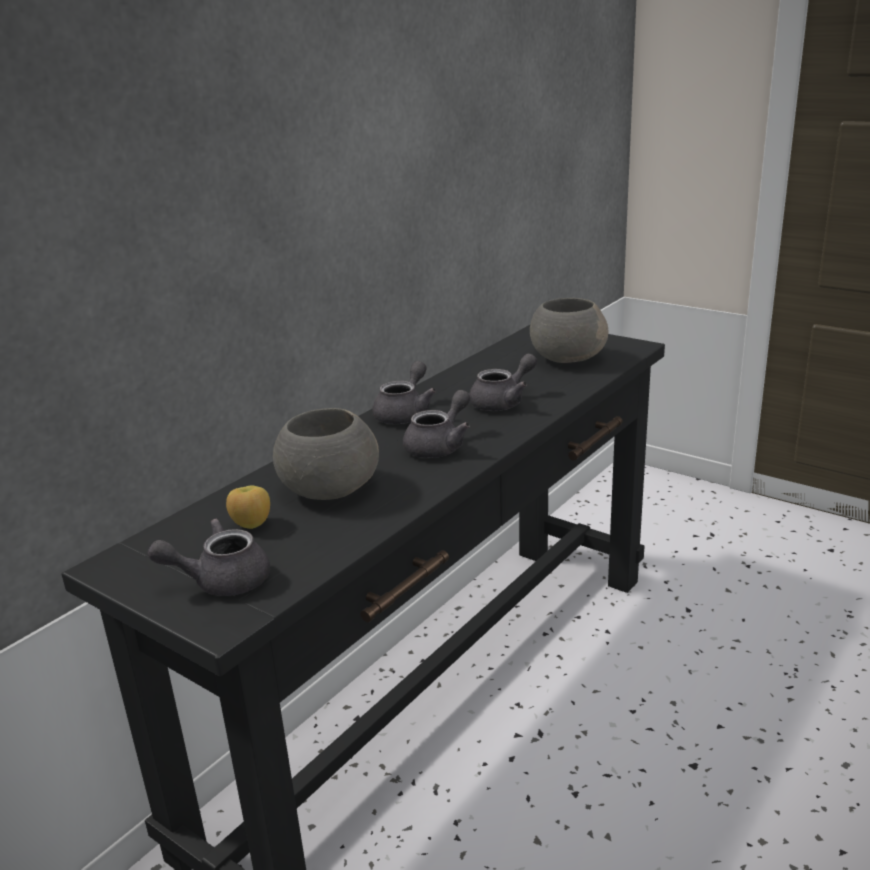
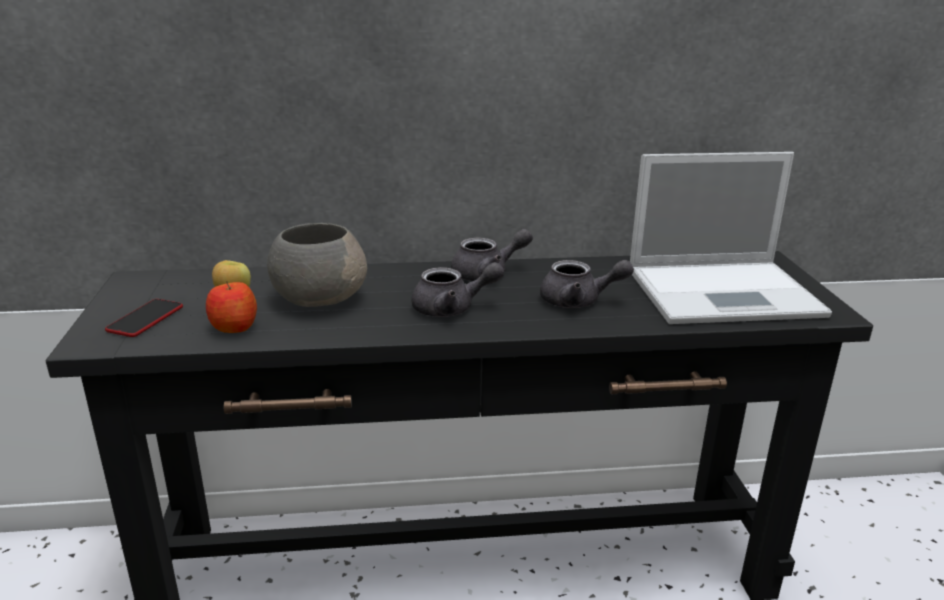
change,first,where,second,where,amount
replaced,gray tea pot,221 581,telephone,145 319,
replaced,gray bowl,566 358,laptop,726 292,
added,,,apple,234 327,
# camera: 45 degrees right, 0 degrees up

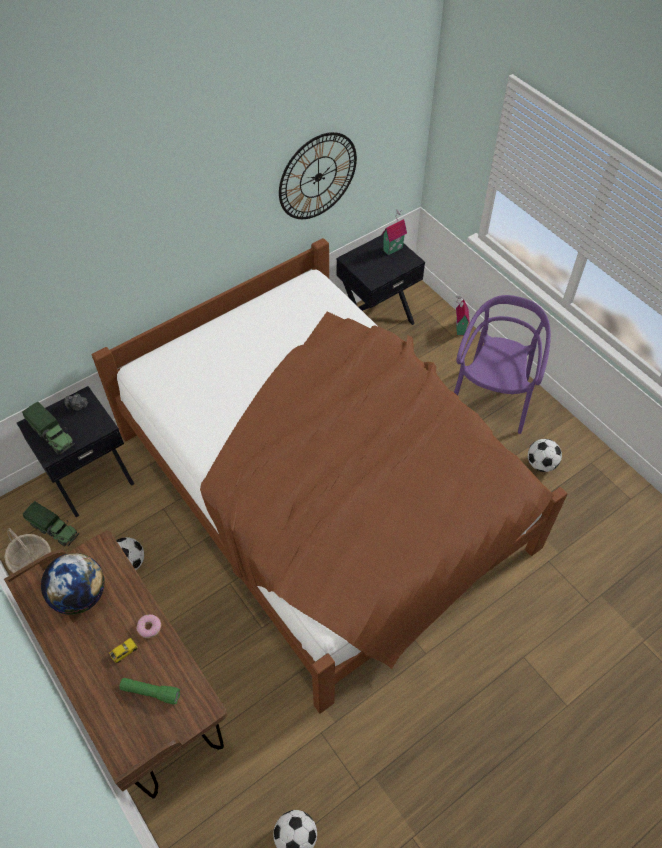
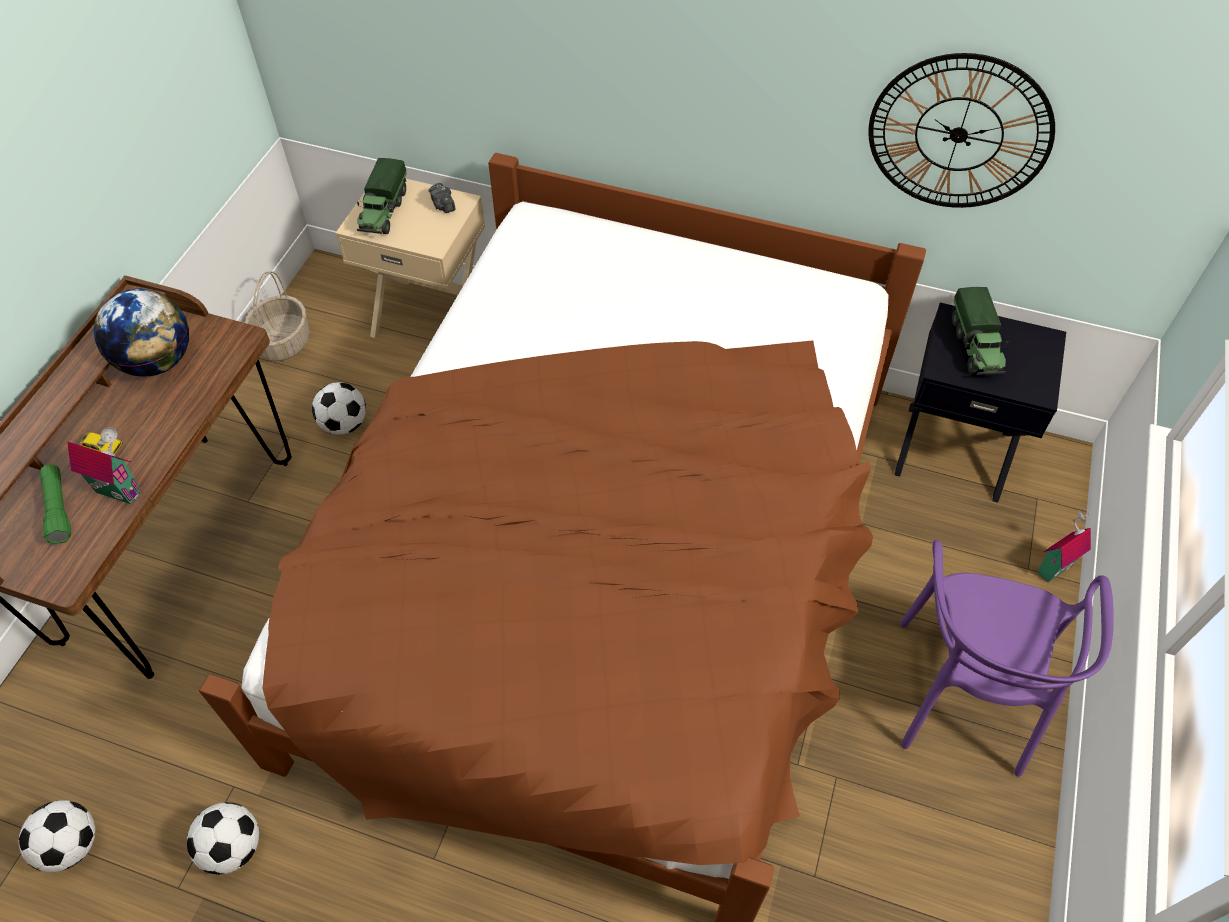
change,first,where,second,where,amount
recoloured,black bedside table,91 478,beige-coloured bedside table,431 316,
moved,model truck,55 530,,975 346,
removed,ring doughnut,149 627,,,
moved,model house,392 248,,121 489,
turned,purplish upright chair,492 398,,965 694,120 degrees clockwise
moved,football,541 464,,233 847,
# camera: 55 degrees right, 0 degrees up

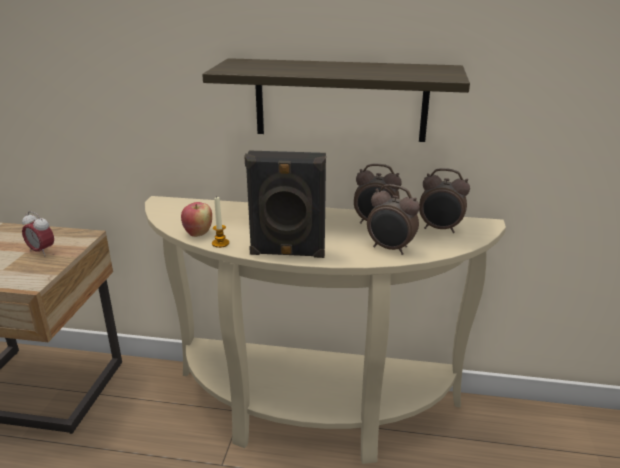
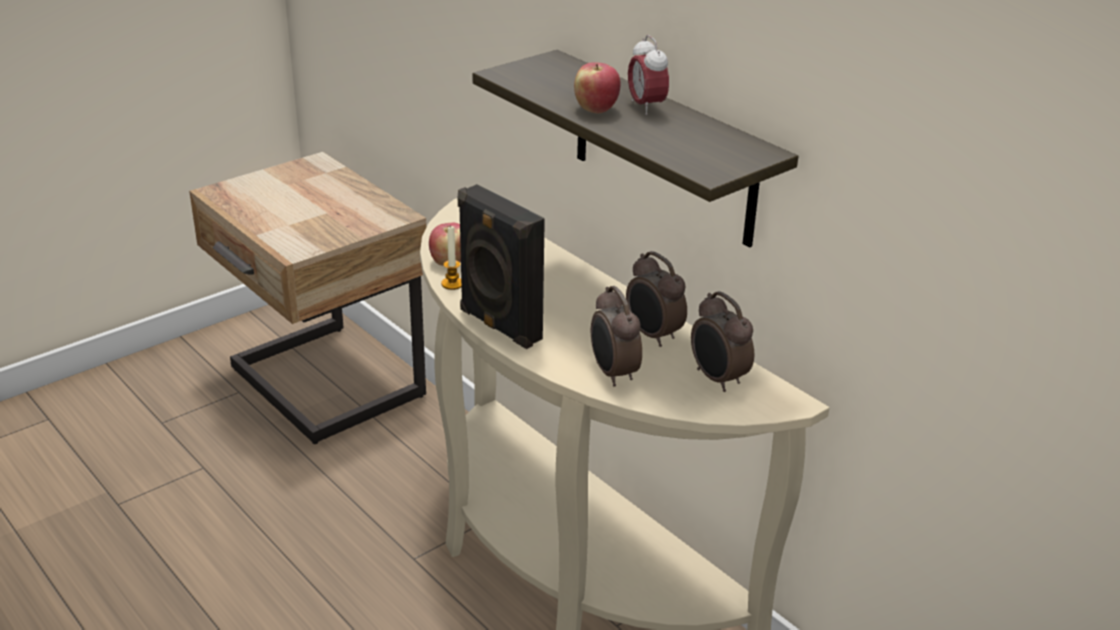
change,first,where,second,where,amount
moved,bedside clock,41 251,,646 107,
added,,,apple,596 109,
# camera: 40 degrees right, 5 degrees up

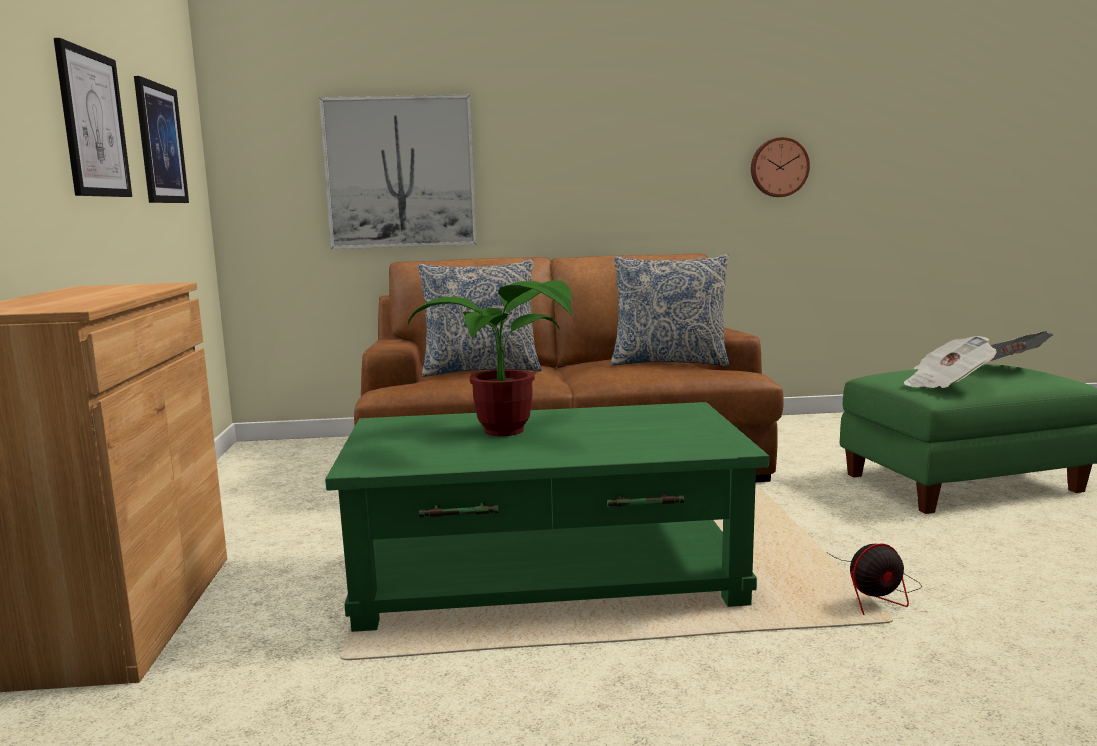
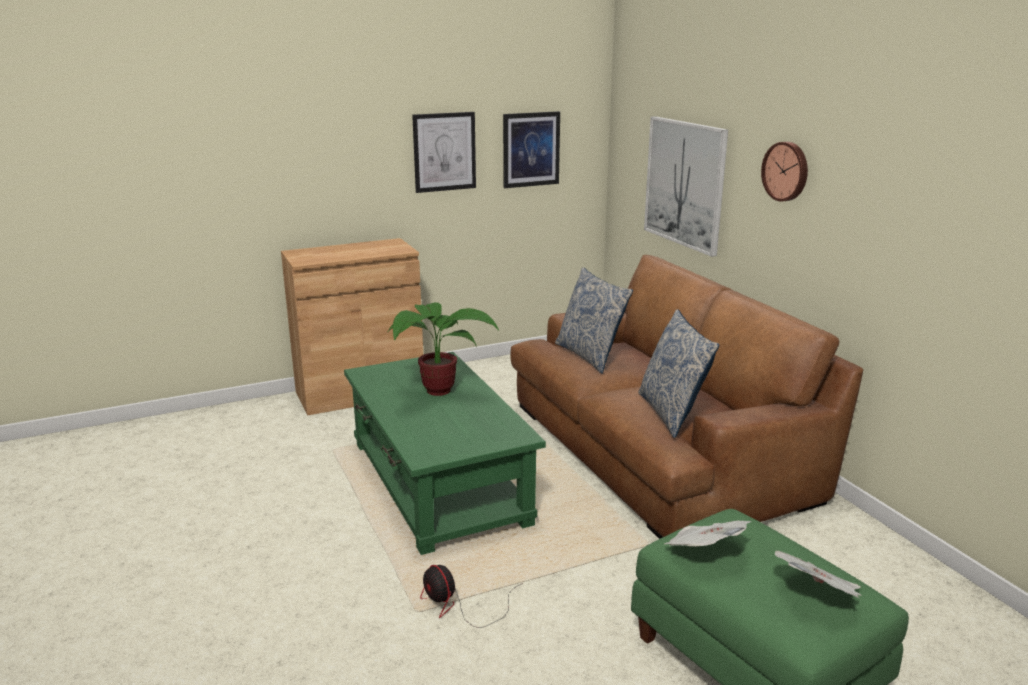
change,first,where,second,where,amount
moved,wall clock,778 167,,786 171,
# camera: 70 degrees right, 10 degrees up

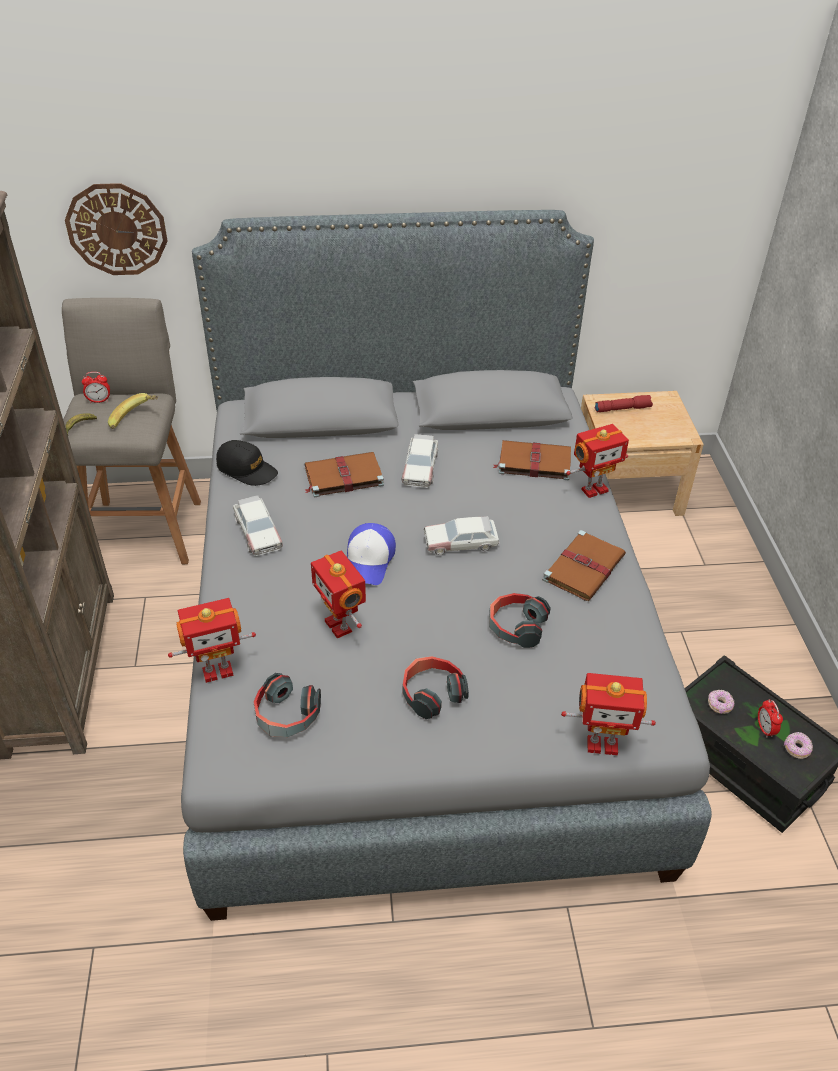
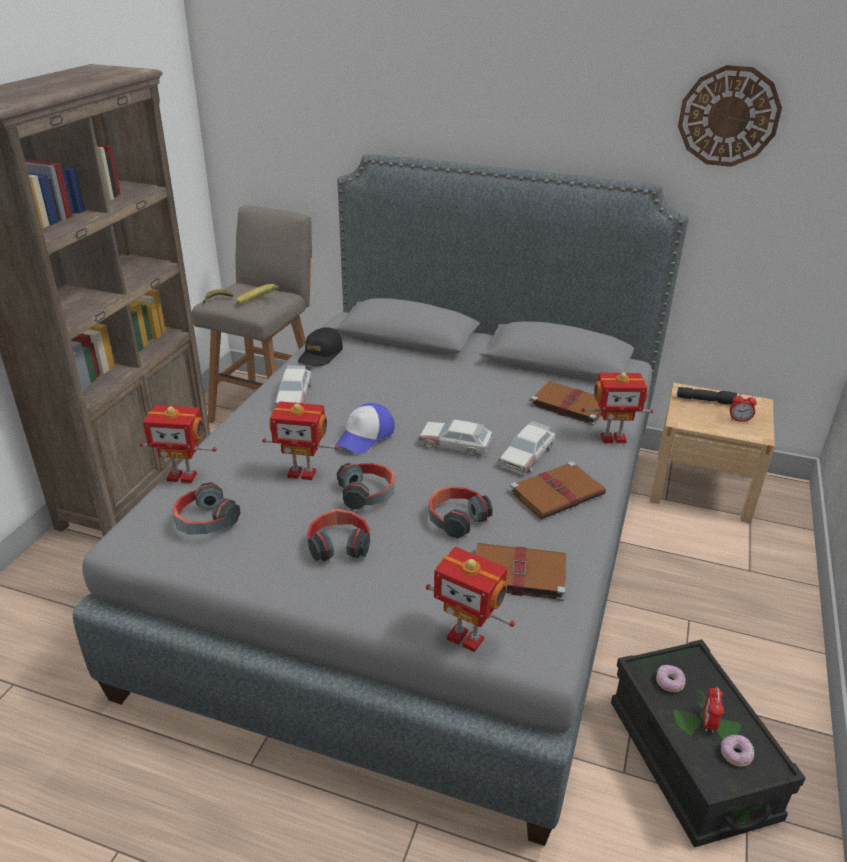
change,first,where,second,where,amount
moved,wall clock,117 229,,728 116,
moved,bedside clock,99 401,,739 420,
turned,black peaked cap,247 469,,320 355,60 degrees clockwise
moved,brown book,342 477,,516 574,
turned,robot figure,340 625,,302 473,75 degrees counterclockwise
moved,model car,420 467,,526 455,
recoloured,red hand torch,622 408,black hand torch,706 400,
added,,,headphones,368 493,
# camera: 25 degrees right, 10 degrees down

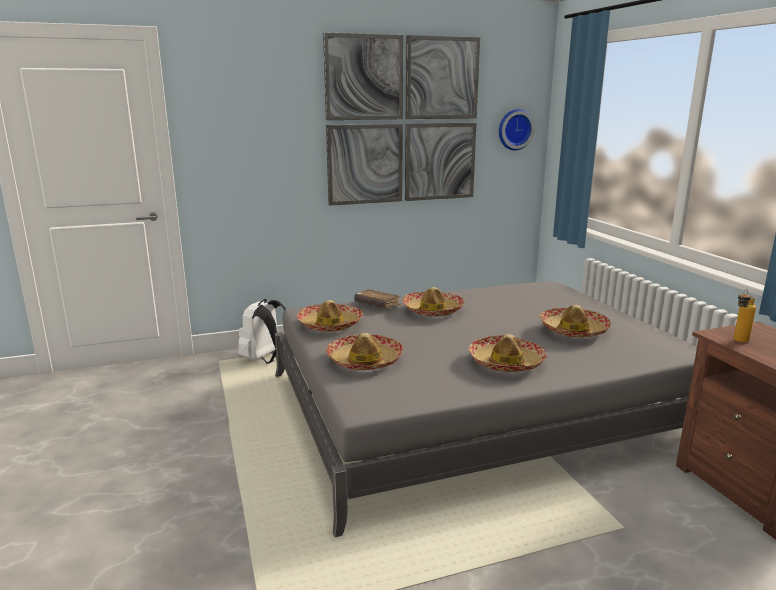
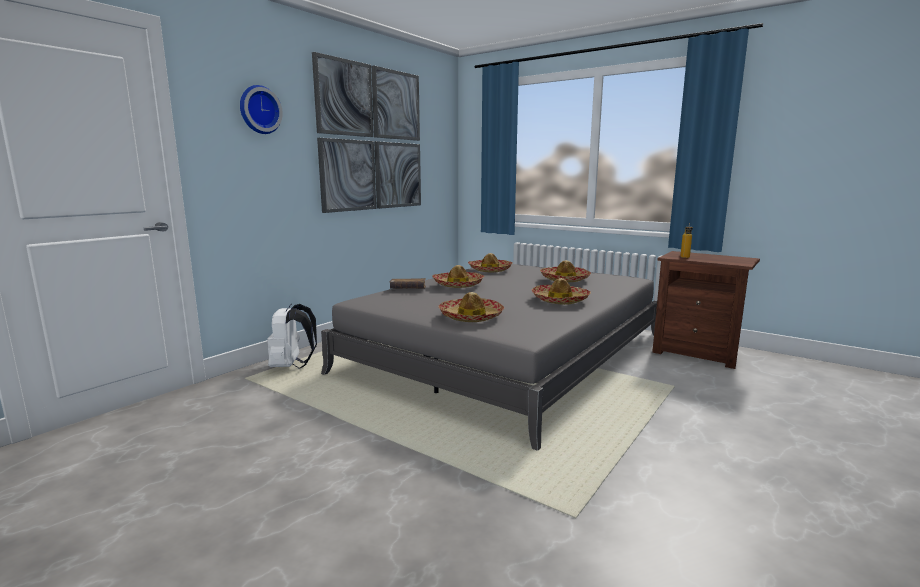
change,first,where,second,where,amount
moved,clothing hat,330 325,,490 270,
moved,wall clock,514 129,,259 110,
# camera: 35 degrees left, 5 degrees down

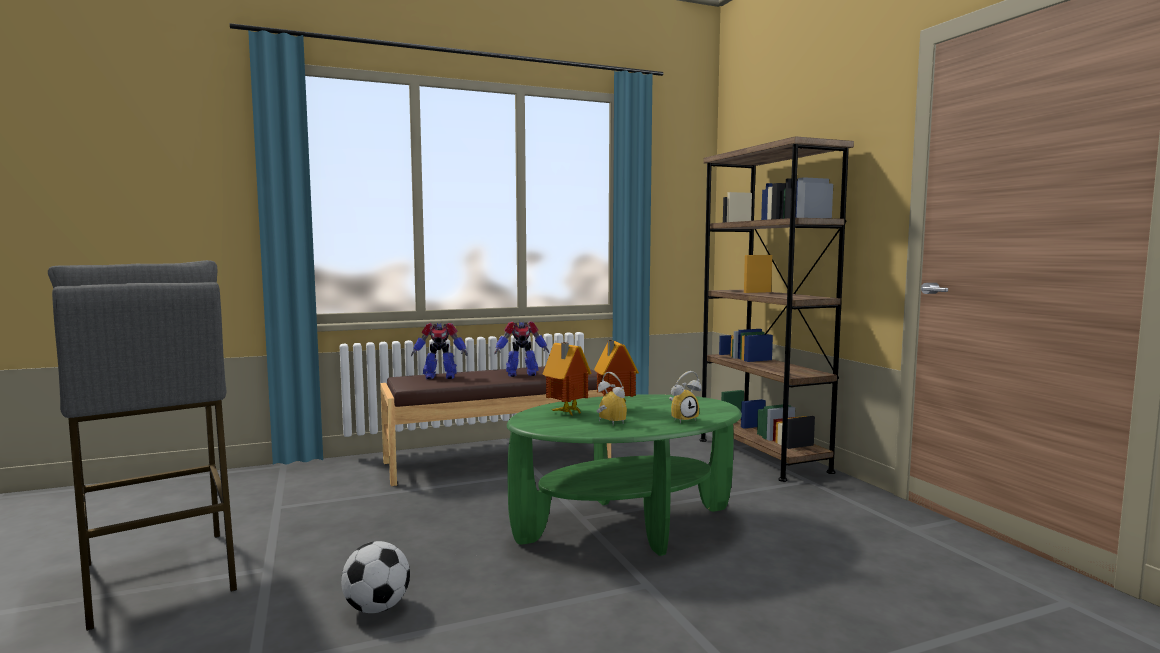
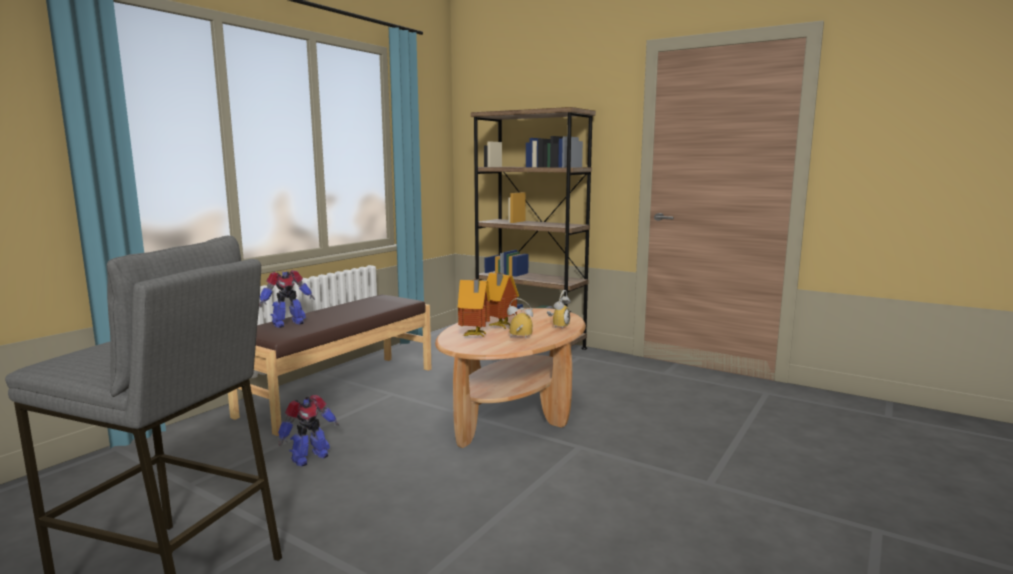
change,first,where,second,where,amount
removed,football,377 608,,,
moved,robot figure,521 374,,309 458,
recoloured,greenish coffee table,627 525,brown coffee table,514 414,
# camera: 35 degrees left, 5 degrees up

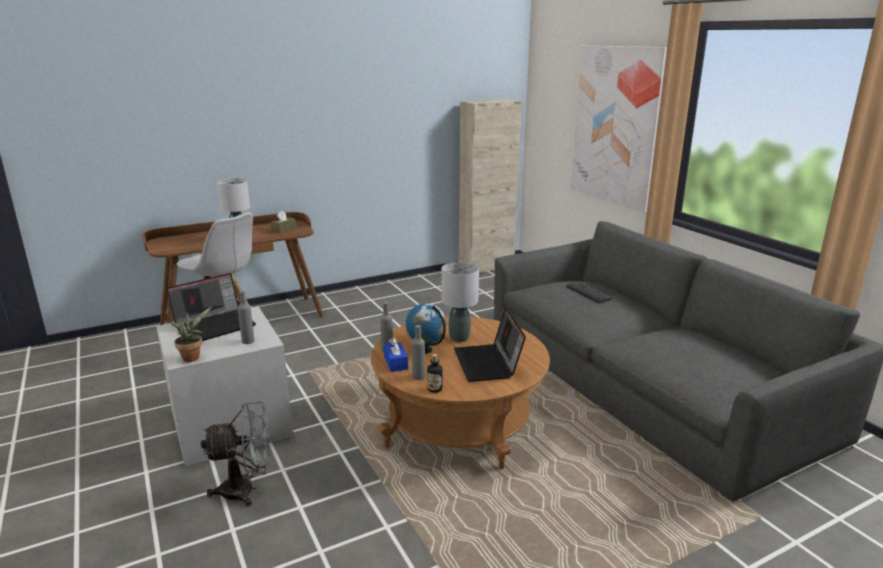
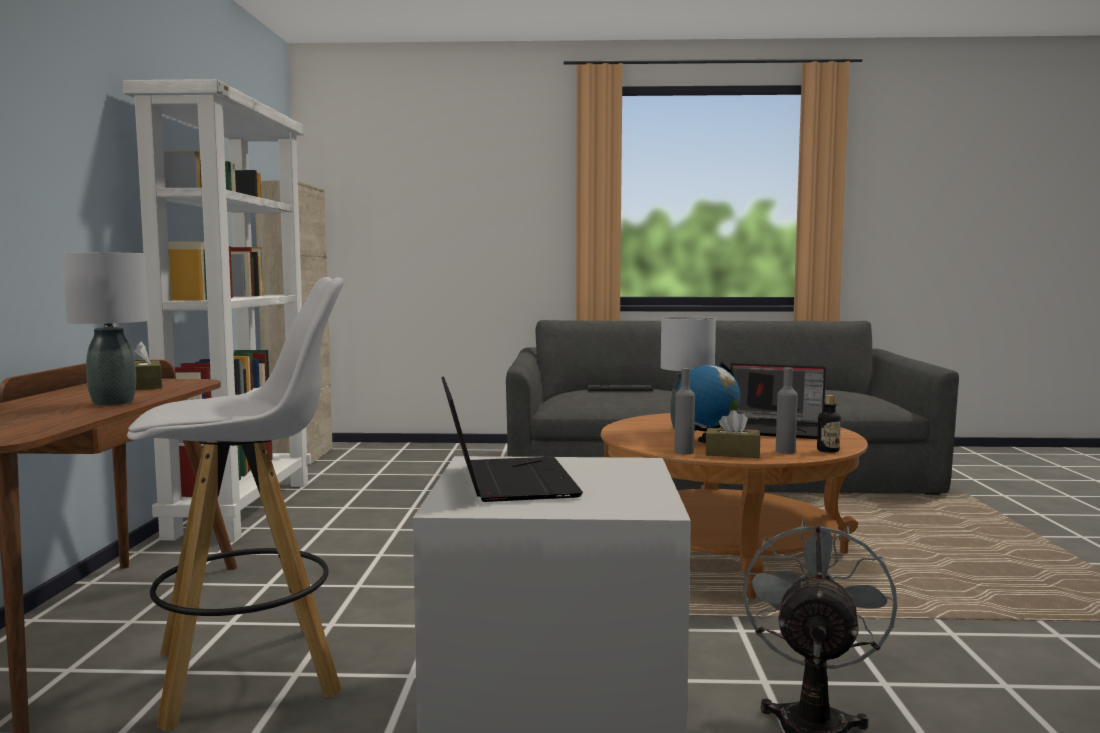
change,first,where,second,where,amount
removed,plant in a pot,192 357,,,
removed,gray drink bottle,248 341,,,
recoloured,blue-coloured tissue holder,395 363,brown tissue holder,732 453,
removed,wall art,616 126,,,
added,,,white-coloured bookcase,241 507,
# camera: 60 degrees left, 15 degrees down

